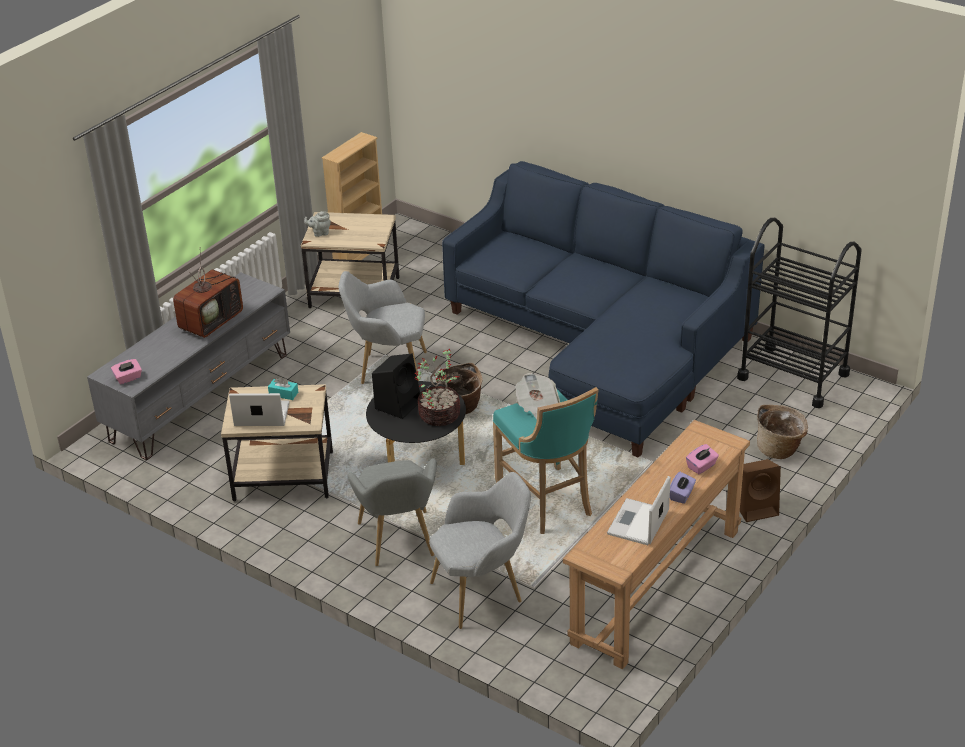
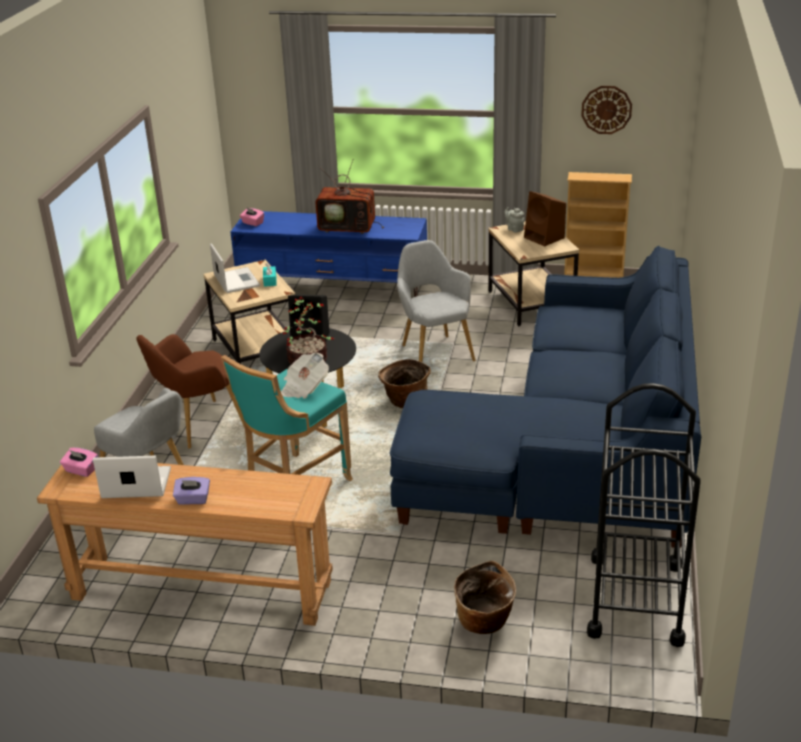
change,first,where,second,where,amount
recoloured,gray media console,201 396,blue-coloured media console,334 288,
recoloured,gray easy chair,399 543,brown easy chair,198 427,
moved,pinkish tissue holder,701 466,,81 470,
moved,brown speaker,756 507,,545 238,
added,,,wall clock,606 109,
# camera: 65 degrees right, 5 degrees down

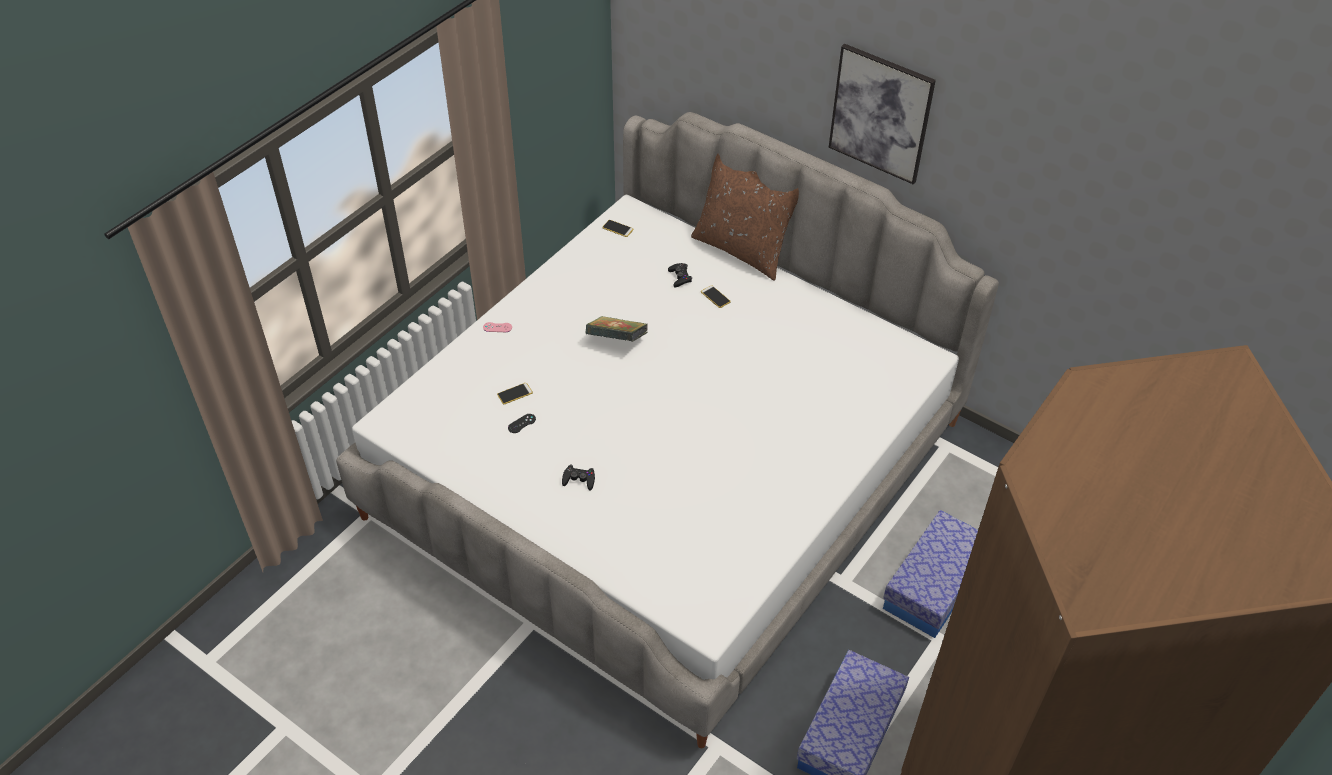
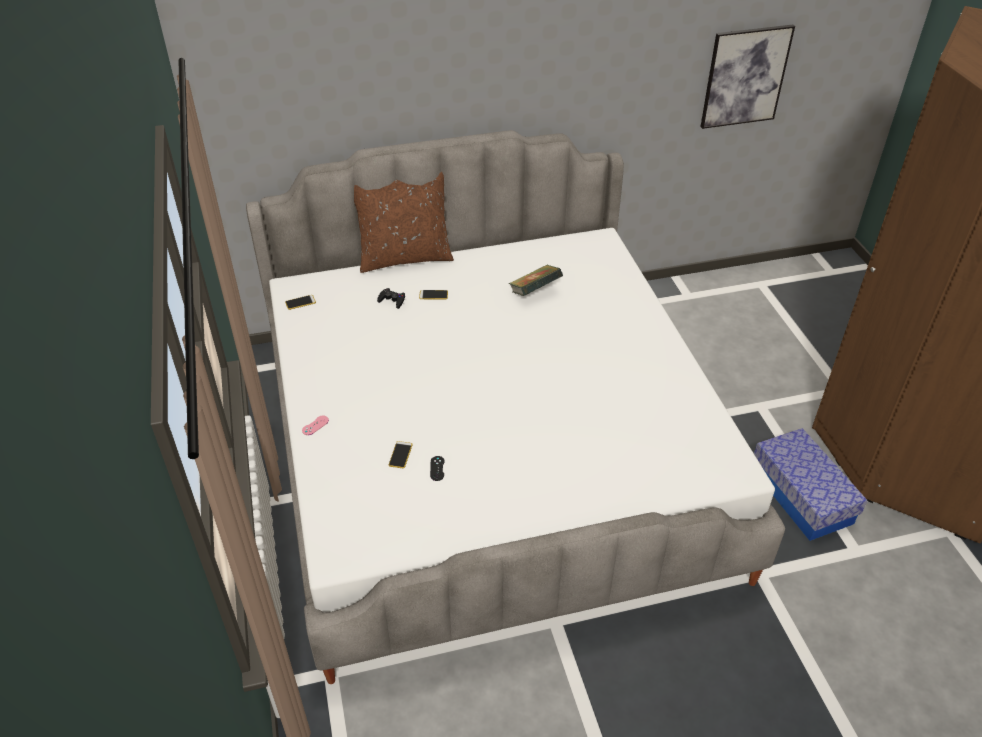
change,first,where,second,where,amount
removed,black joypad,579 480,,,
moved,book,617 341,,535 292,
moved,wall art,881 113,,745 76,
removed,storage box,933 585,,,
# camera: 50 degrees left, 5 degrees down

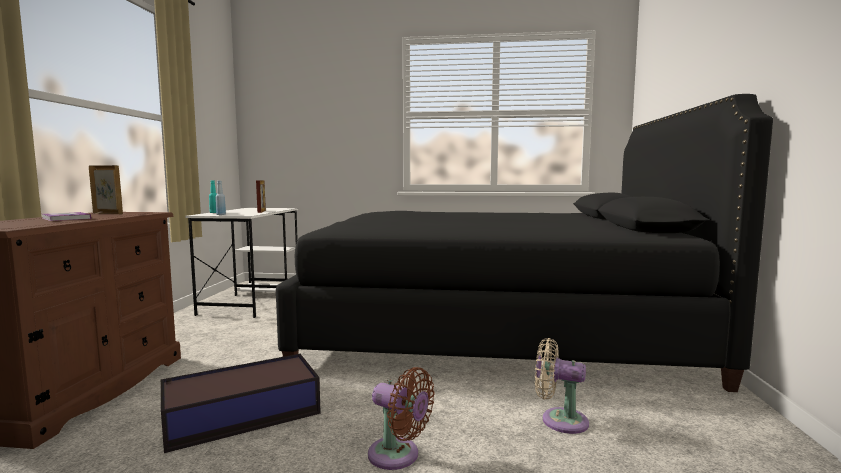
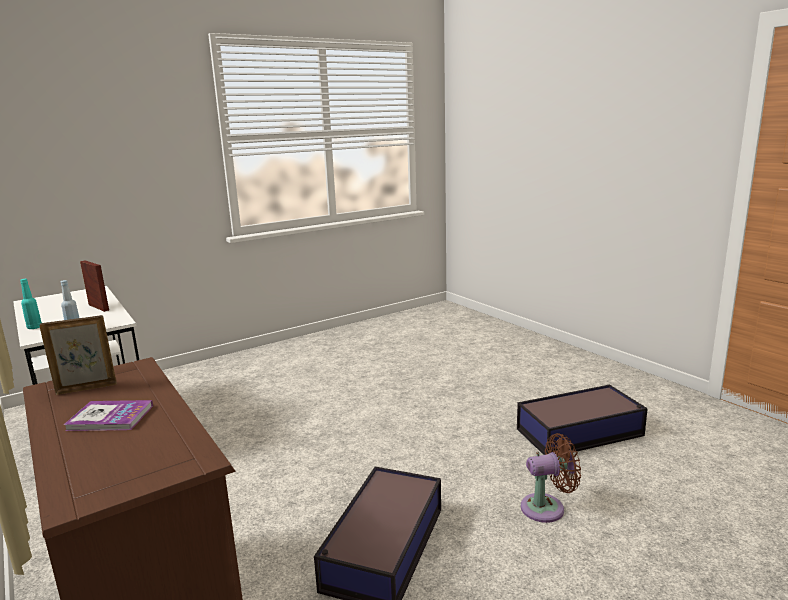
change,first,where,second,where,amount
removed,black bedroom bed,493 328,,,
replaced,beige-coloured electric fan,559 420,storage box,581 432,
# camera: 40 degrees left, 10 degrees up

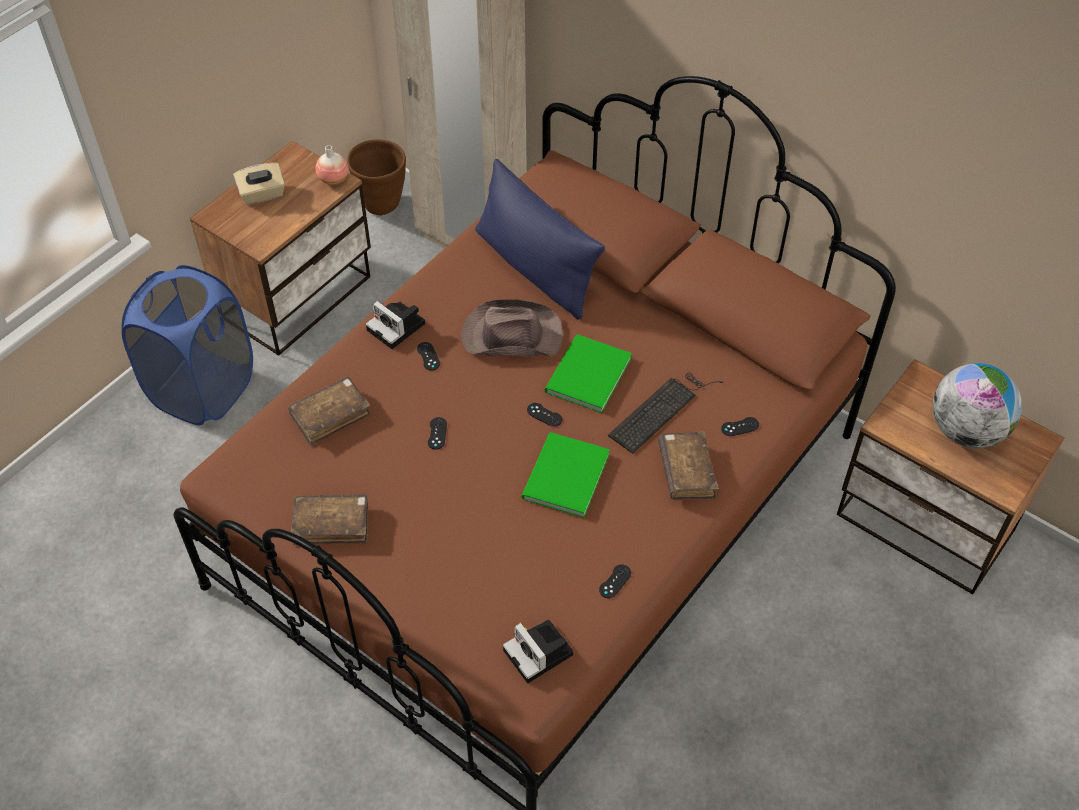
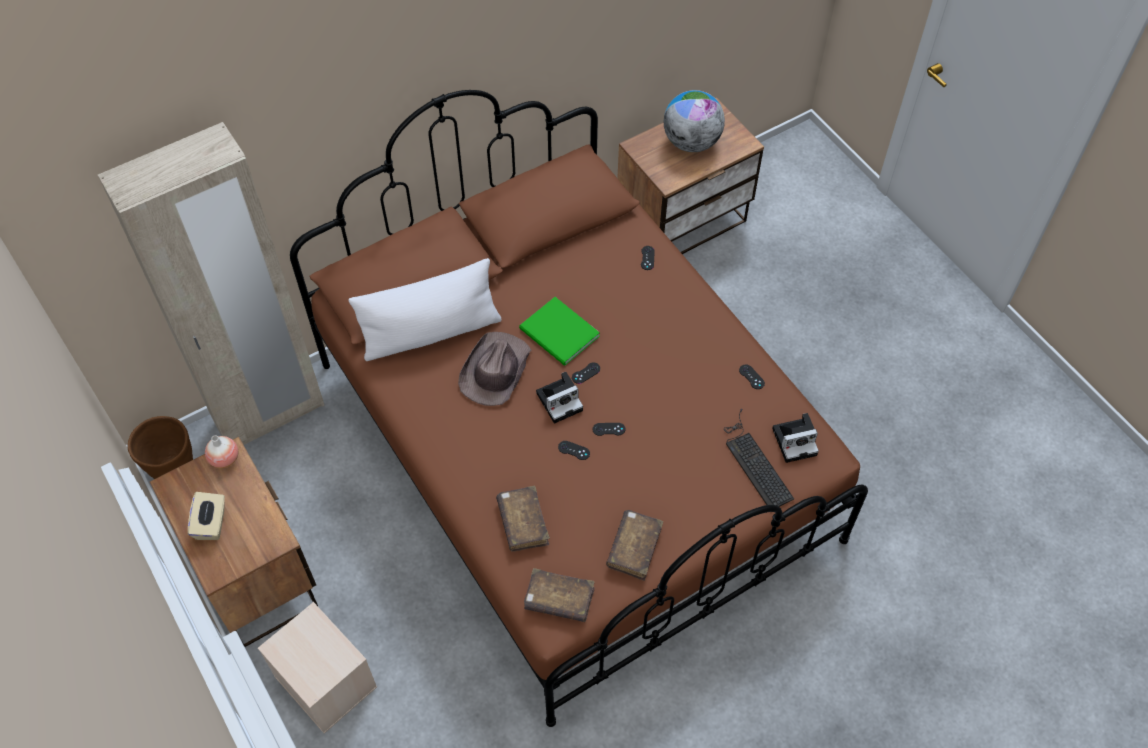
change,first,where,second,where,amount
replaced,blue-coloured hamper,203 389,beige-coloured storage box,327 681,
moved,photo camera,398 327,,560 400,
moved,black joypad,428 356,,608 429,
recoloured,blue-coloured throw pillow,535 268,white-coloured throw pillow,431 333,
removed,greenish book,563 477,,,
moved,computer keyboard,662 409,,755 462,
moved,brown book,686 472,,559 599,
# camera: 70 degrees left, 5 degrees up

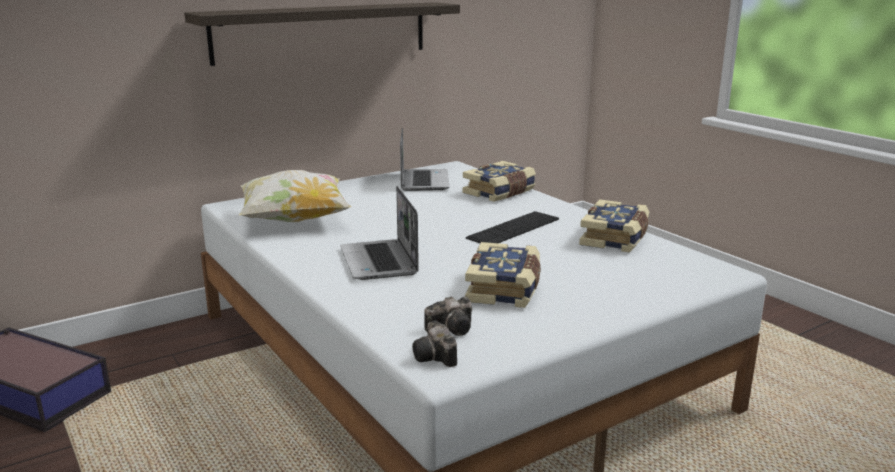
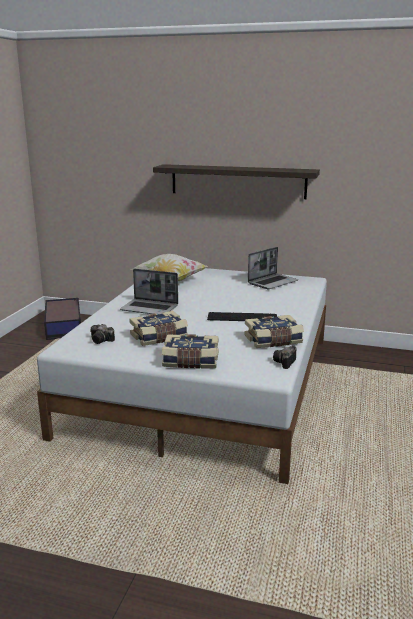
change,first,where,second,where,amount
turned,laptop,380 262,,150 308,105 degrees counterclockwise
moved,photo camera,436 357,,285 363,
moved,book,500 192,,190 361,
# camera: 50 degrees right, 0 degrees up

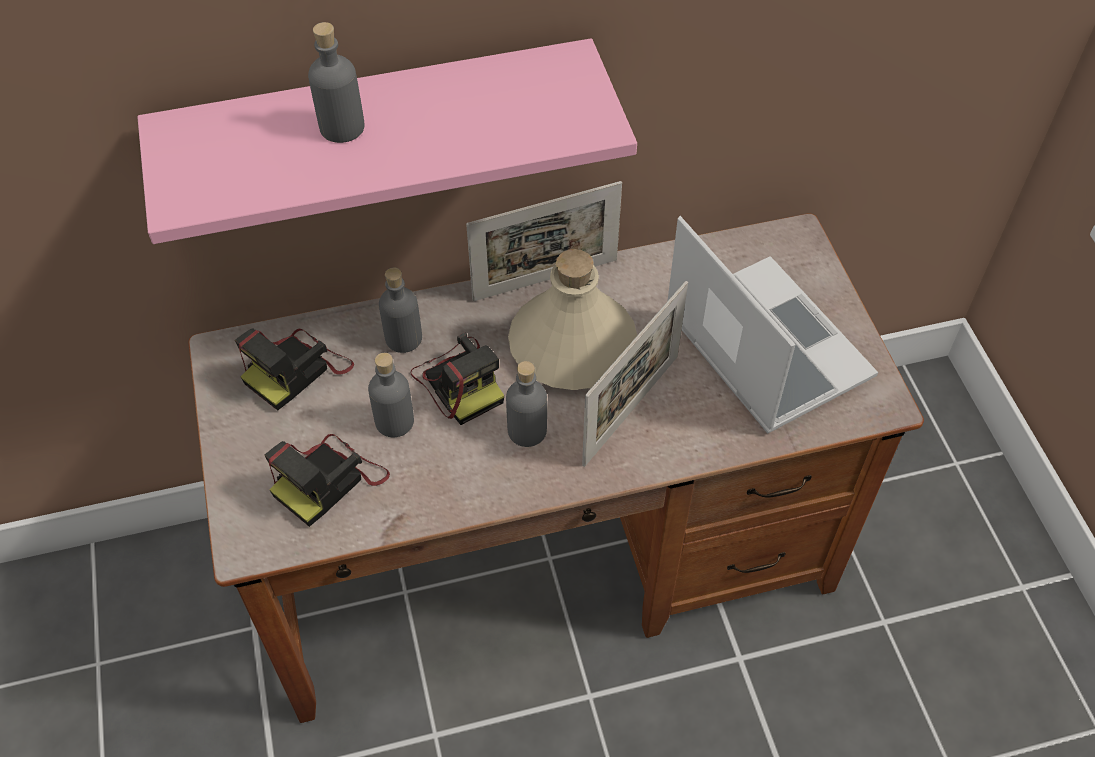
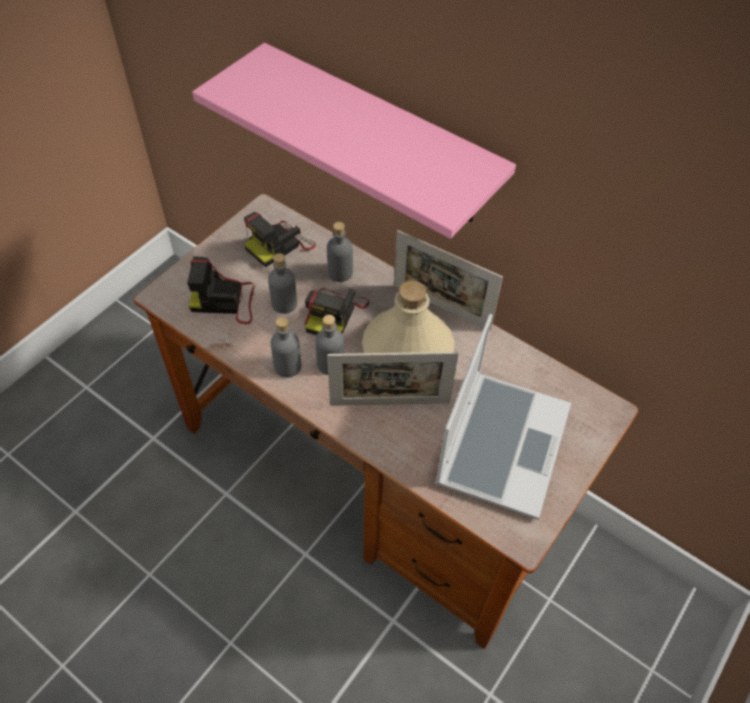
change,first,where,second,where,amount
turned,photo camera,297 370,,280 245,45 degrees counterclockwise
moved,gray drink bottle,342 127,,287 366,
# camera: 50 degrees right, 0 degrees up

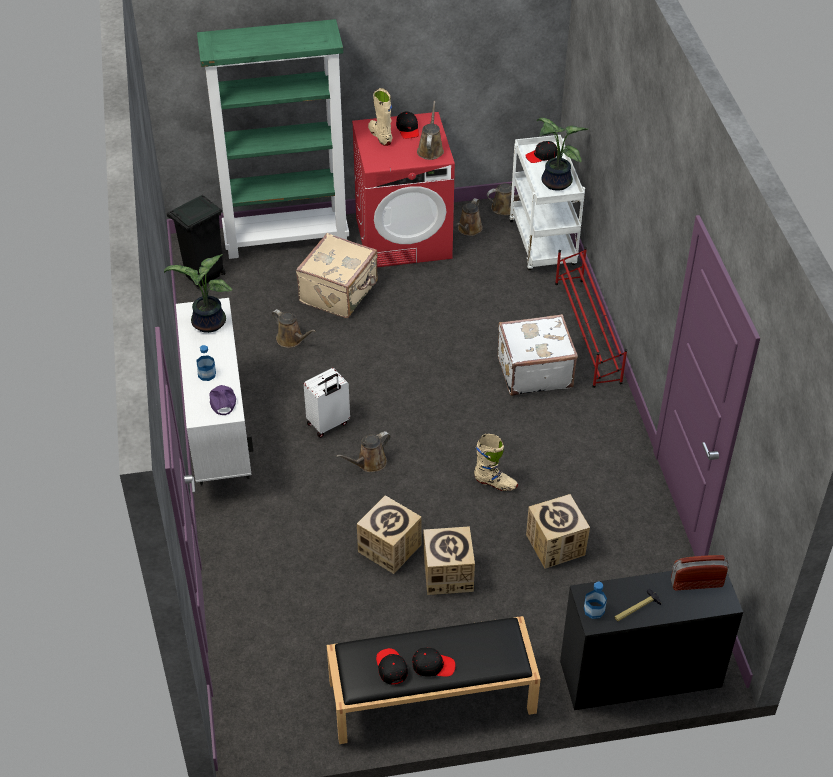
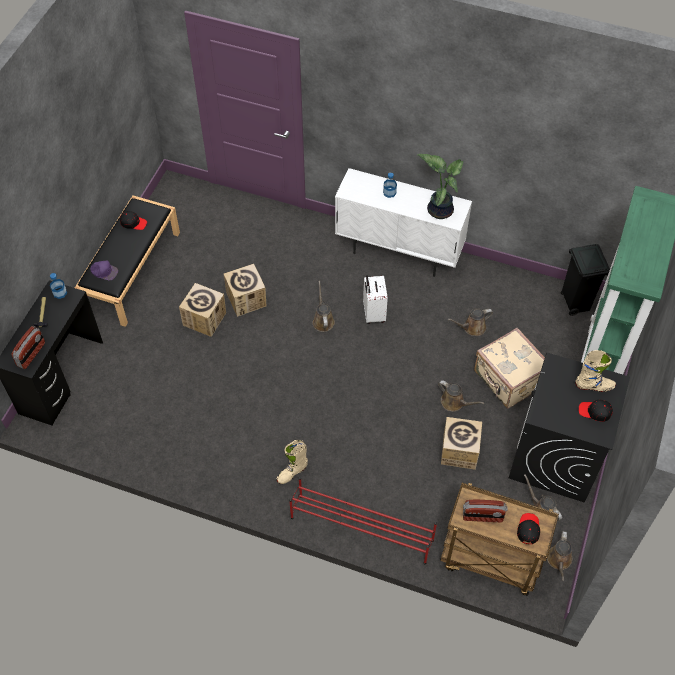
change,first,where,second,where,amount
moved,purplish peaked cap,222 401,,104 271,
recoloured,red washing machine,404 237,black washing machine,555 456,
removed,black peaked cap,433 665,,,
moved,brown watering pot,430 149,,454 402,
moved,beige-coloured tall boot,495 483,,292 472,
removed,white-coloured suitcase,533 371,,,
recoloured,white-coloured cart,543 244,brown cart,489 561,
moved,packing box,555 545,,459 451,
replaced,plant in a pot,554 182,radio,482 517,
# camera: 120 degrees right, 10 degrees up

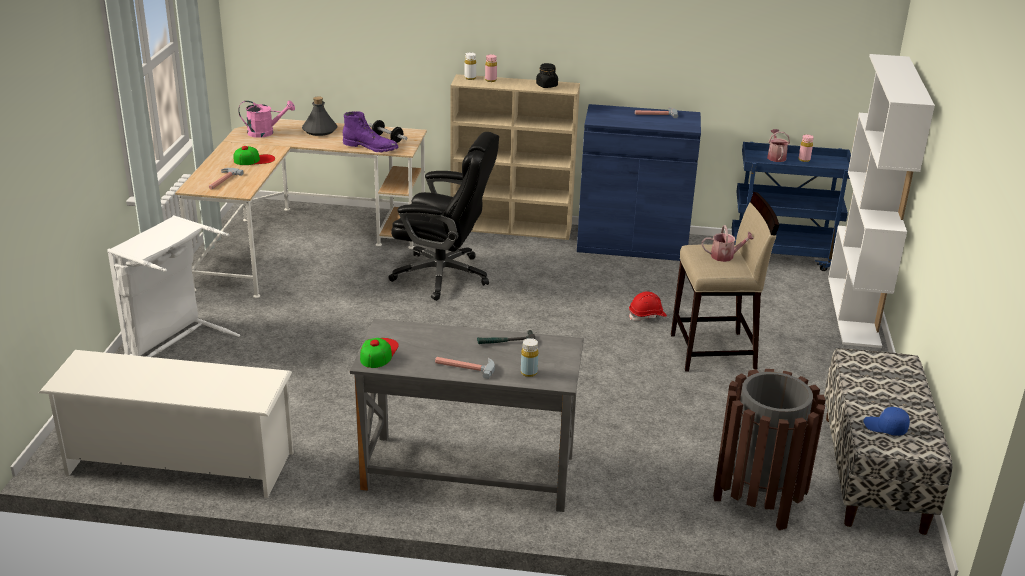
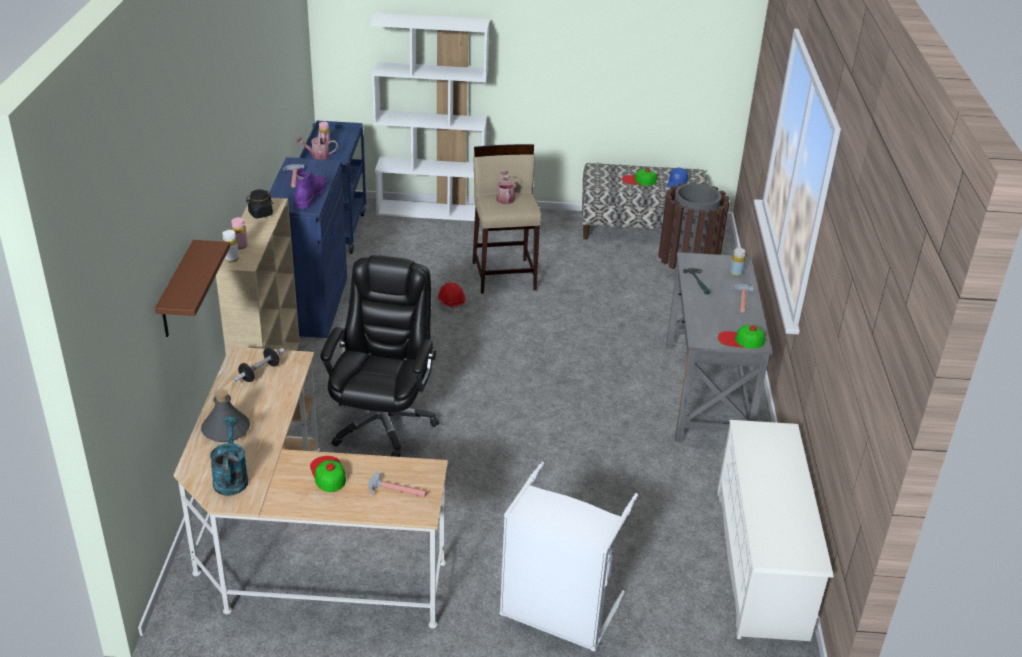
change,first,where,second,where,amount
recoloured,pinkish watering pot,265 133,turquoise-coloured watering pot,231 477,
moved,purplish tall boot,371 147,,310 195,
added,,,brown bracket shelf,177 291,
added,,,peaked cap,639 180,
# camera: 95 degrees left, 5 degrees up

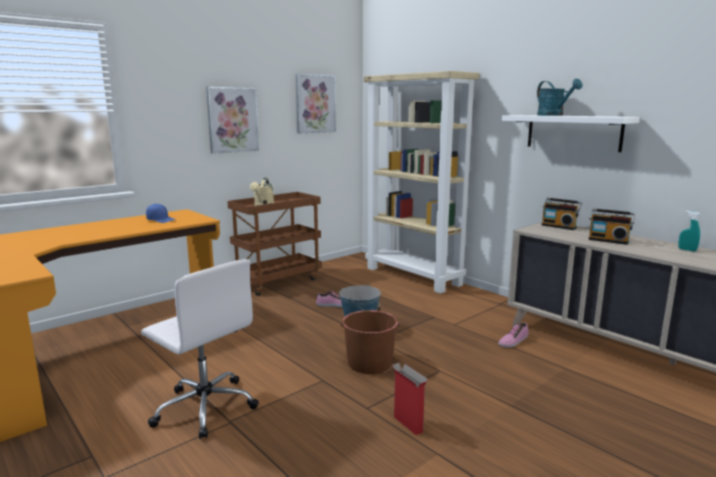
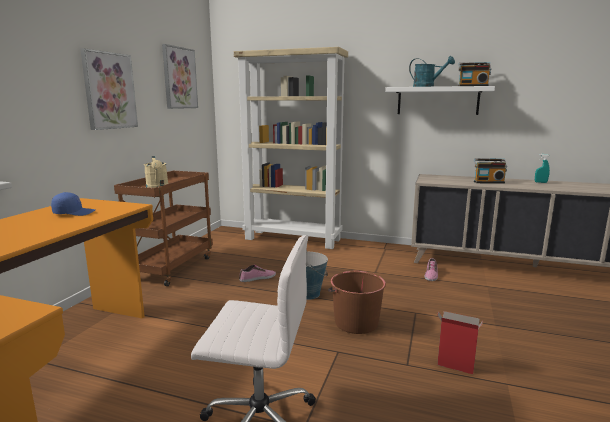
change,first,where,second,where,amount
moved,radio,559 226,,473 86,
# camera: 30 degrees left, 0 degrees up

